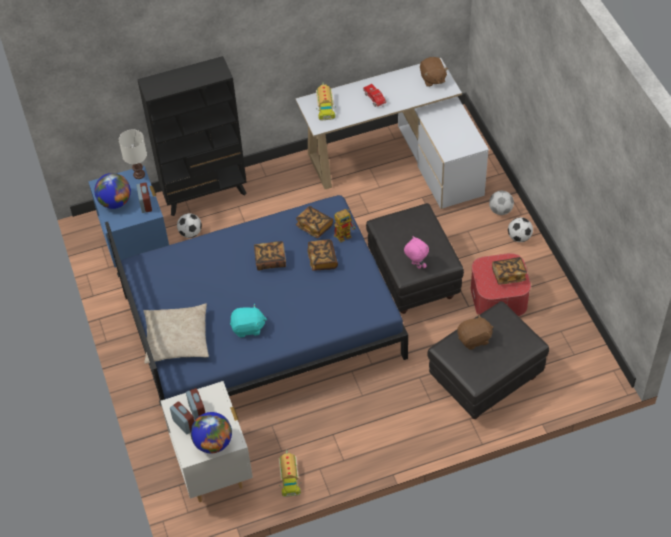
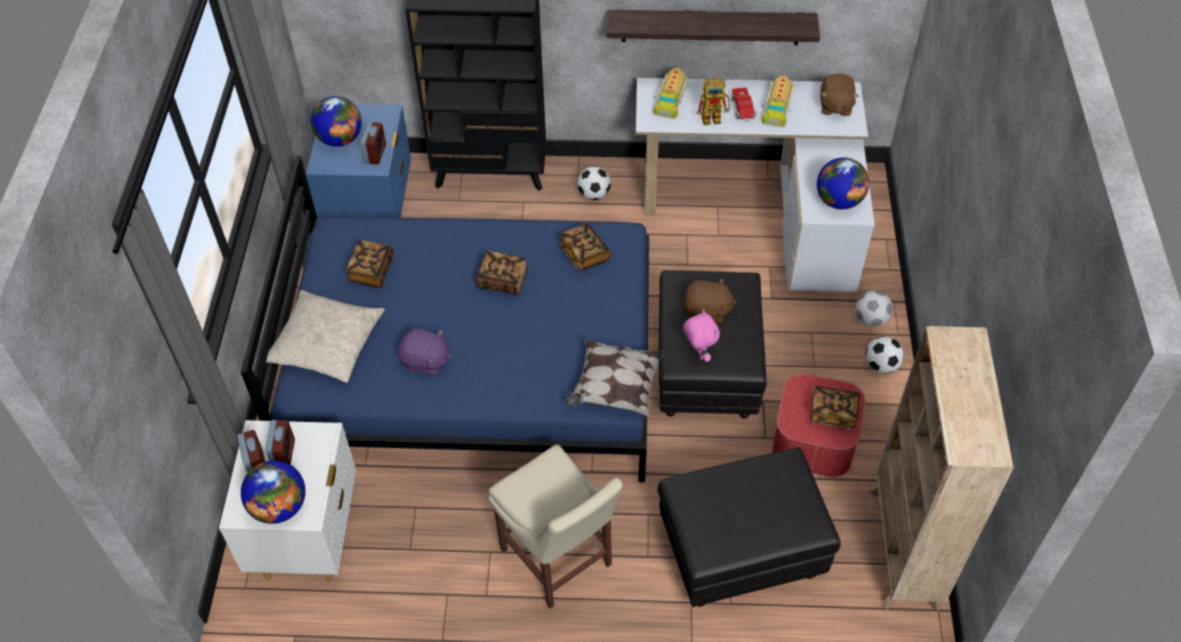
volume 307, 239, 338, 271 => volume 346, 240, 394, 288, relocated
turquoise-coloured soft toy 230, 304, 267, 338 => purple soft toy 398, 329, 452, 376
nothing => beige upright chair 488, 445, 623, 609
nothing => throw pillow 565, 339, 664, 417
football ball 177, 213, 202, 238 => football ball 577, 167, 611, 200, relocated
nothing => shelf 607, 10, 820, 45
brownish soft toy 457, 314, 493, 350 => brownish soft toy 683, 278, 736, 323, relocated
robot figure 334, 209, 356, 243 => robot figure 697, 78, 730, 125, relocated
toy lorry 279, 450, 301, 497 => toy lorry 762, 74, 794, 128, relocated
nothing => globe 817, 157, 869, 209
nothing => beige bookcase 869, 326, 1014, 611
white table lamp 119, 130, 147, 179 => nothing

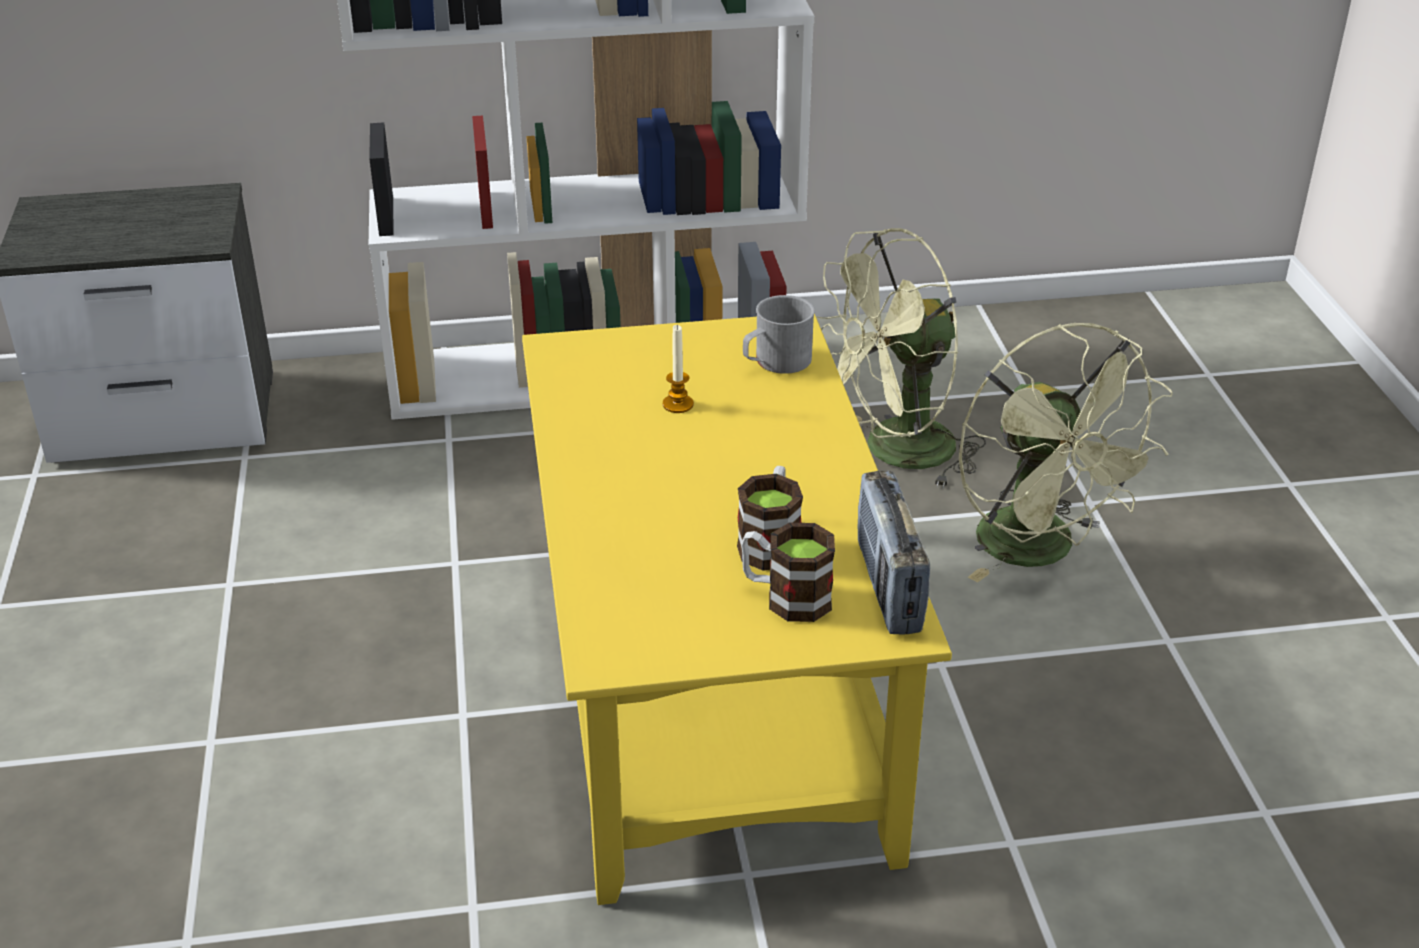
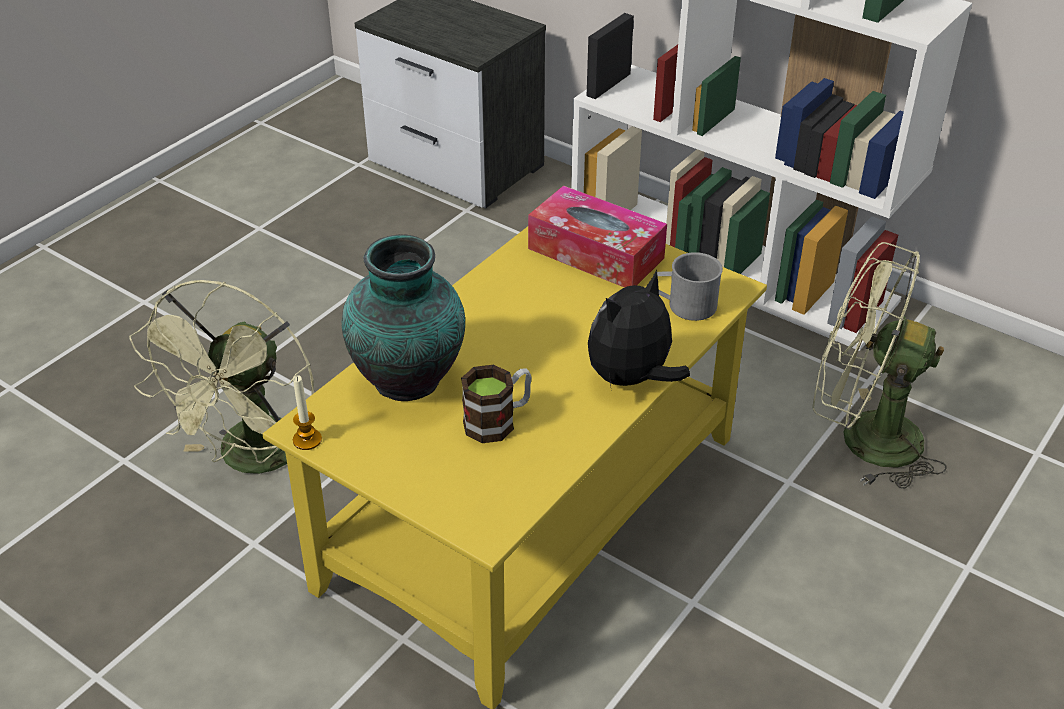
greenish fan 959, 323, 1173, 582 => greenish fan 129, 280, 315, 474, relocated
wax light 663, 324, 694, 413 => wax light 293, 375, 322, 450, relocated
nothing => vase 342, 234, 465, 401
nothing => box of tissues 528, 185, 667, 288
nothing => soft toy 588, 270, 690, 392
tea mug 741, 523, 835, 622 => nothing
radio 858, 470, 930, 634 => nothing

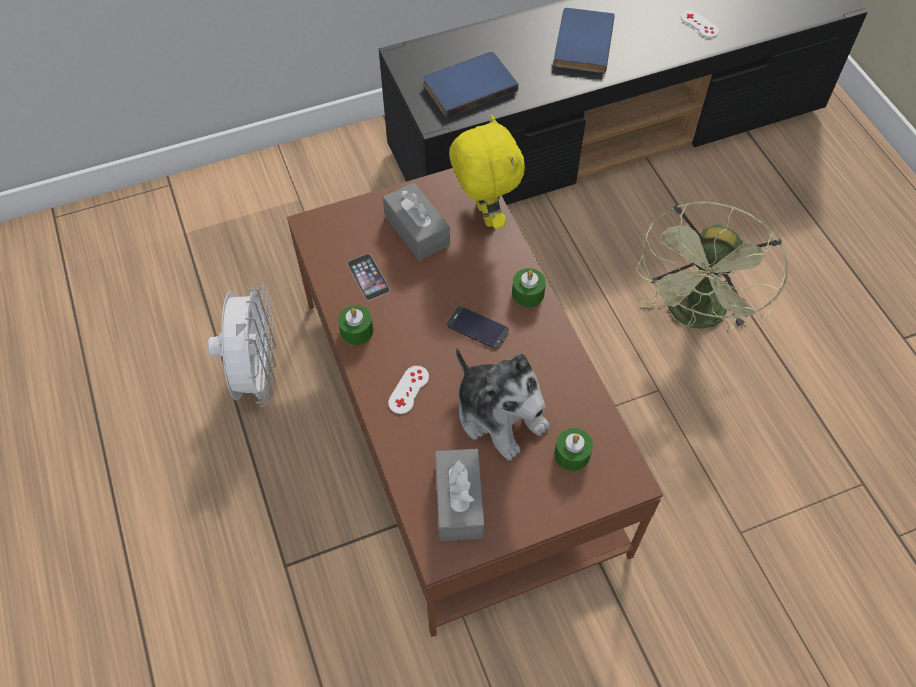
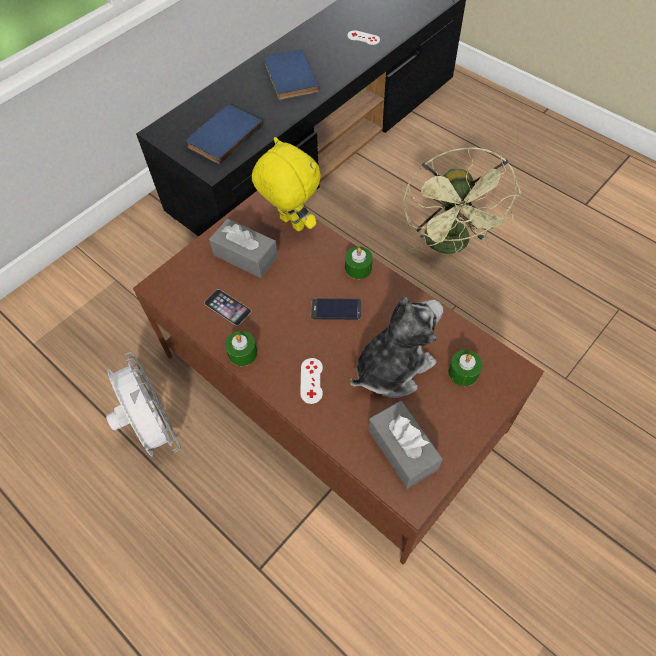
soft toy 456, 347, 550, 461 => soft toy 350, 297, 443, 398, 60 degrees counterclockwise

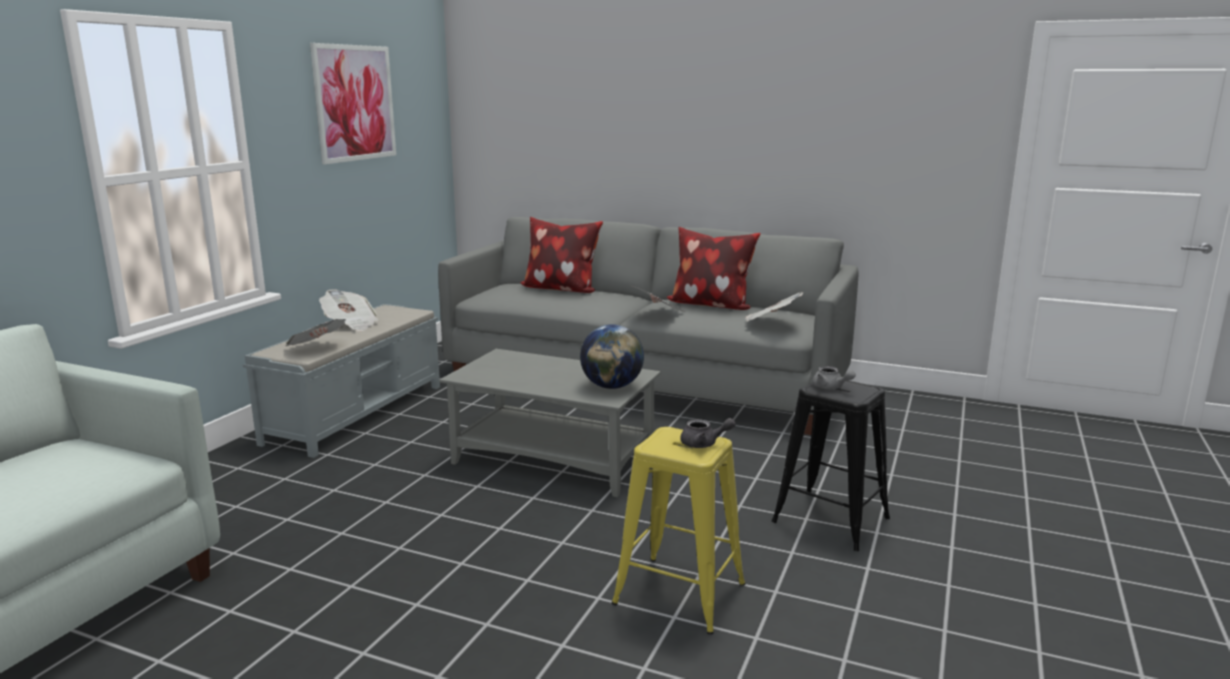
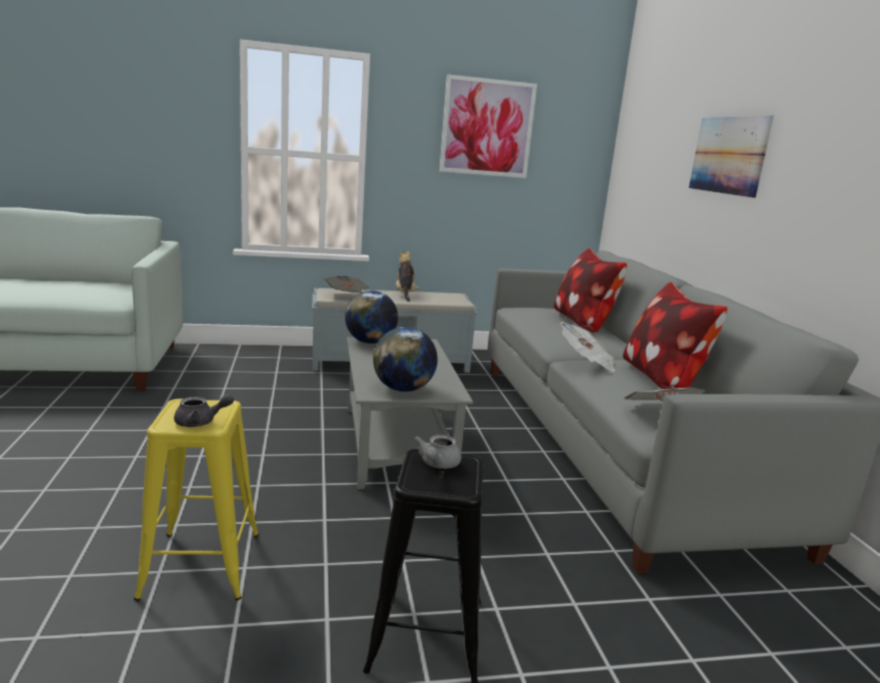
grey pot for tea 680, 418, 736, 448 => grey pot for tea 174, 394, 234, 427, 75 degrees counterclockwise
nothing => globe 345, 290, 398, 344
daily paper 319, 289, 379, 331 => soft toy 396, 251, 420, 302
nothing => picture 689, 115, 774, 198

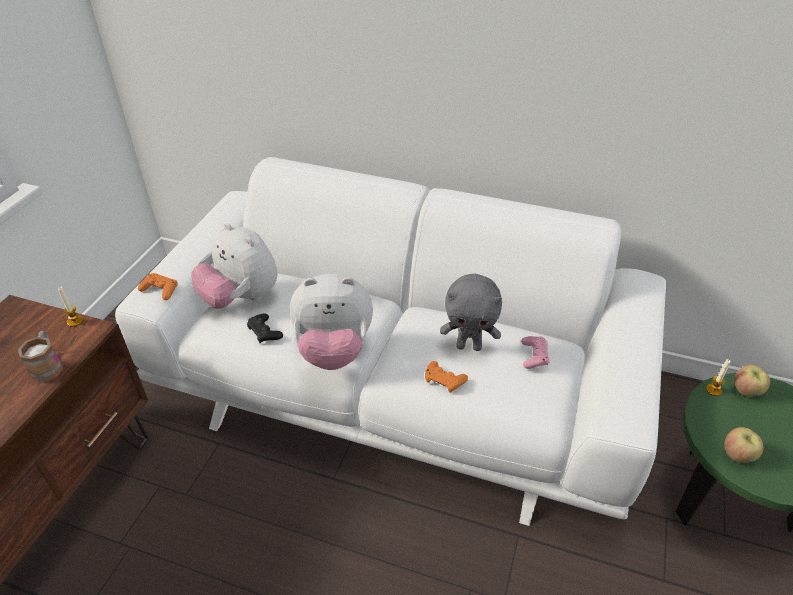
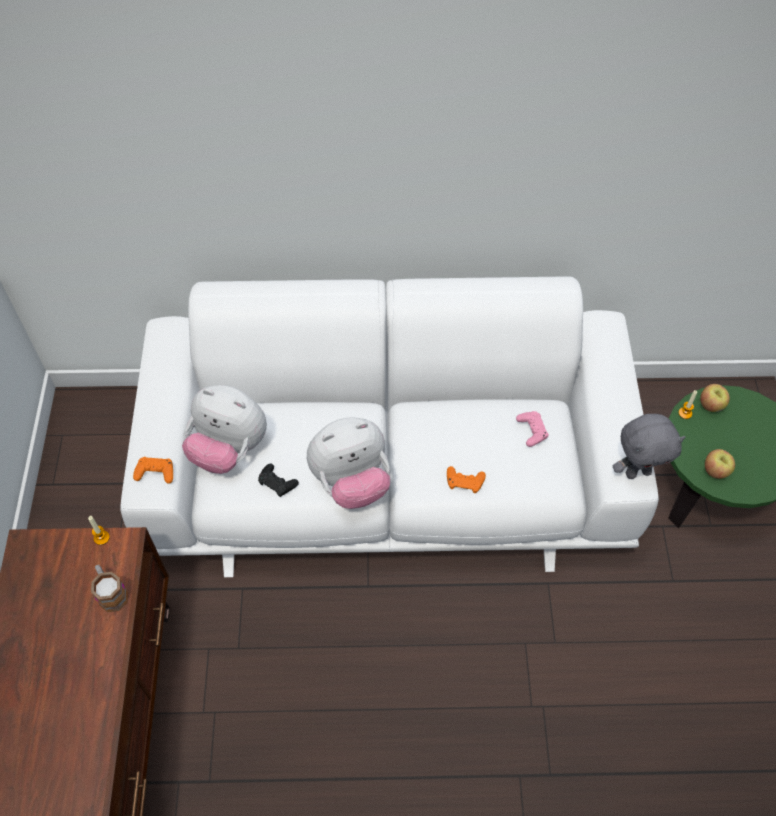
grey soft toy 440, 274, 502, 351 => grey soft toy 613, 414, 686, 479, relocated

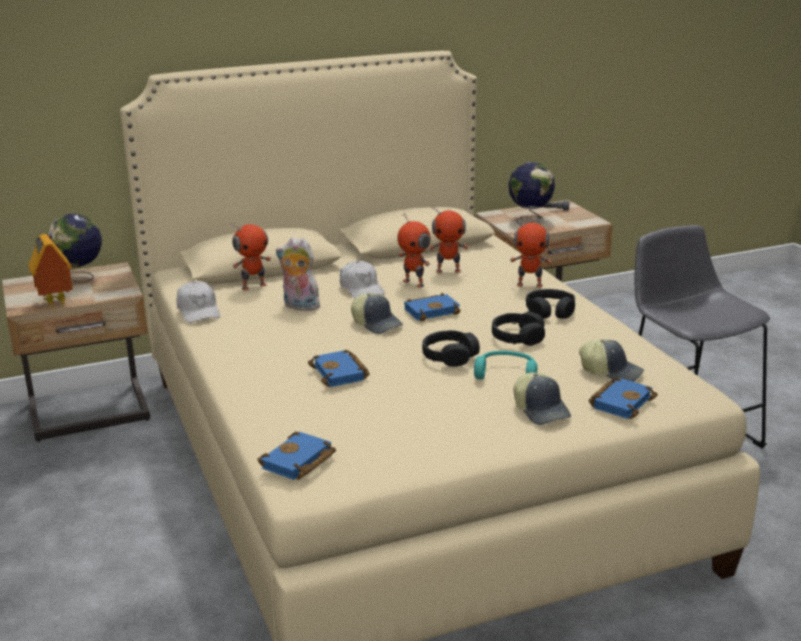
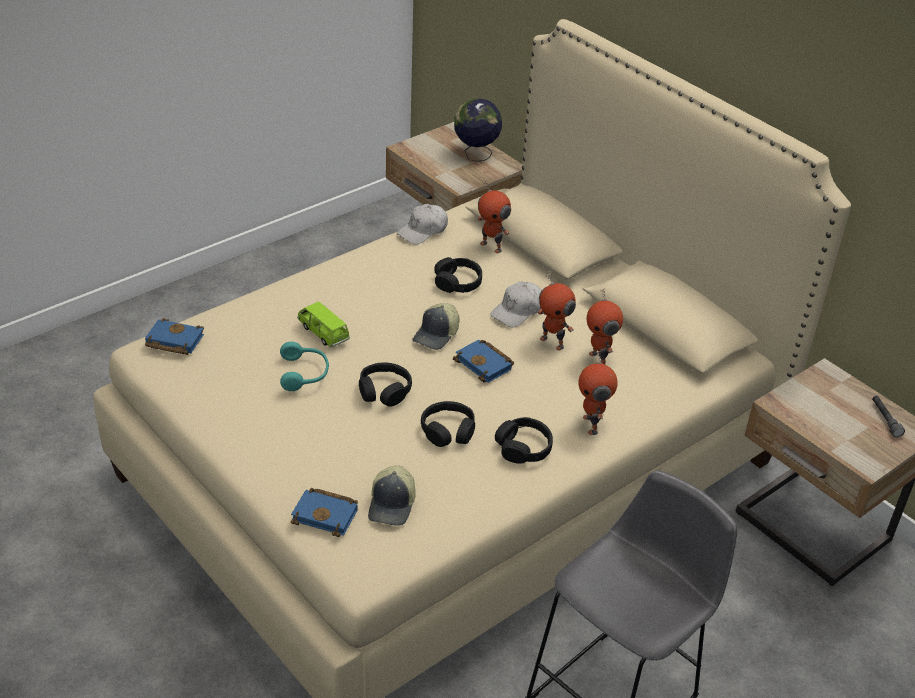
turquoise-coloured pair of headphones 474, 351, 537, 379 => turquoise-coloured pair of headphones 280, 342, 329, 391, relocated
blue volume 308, 350, 370, 387 => greenish model car 297, 301, 350, 347
soft toy 276, 237, 322, 311 => black-coloured pair of headphones 434, 257, 482, 293
robot figure 397, 213, 431, 288 => robot figure 537, 274, 576, 351, 75 degrees counterclockwise
miniature house 28, 234, 73, 308 => nothing
globe 509, 162, 555, 225 => nothing
baseball cap 513, 372, 571, 425 => nothing

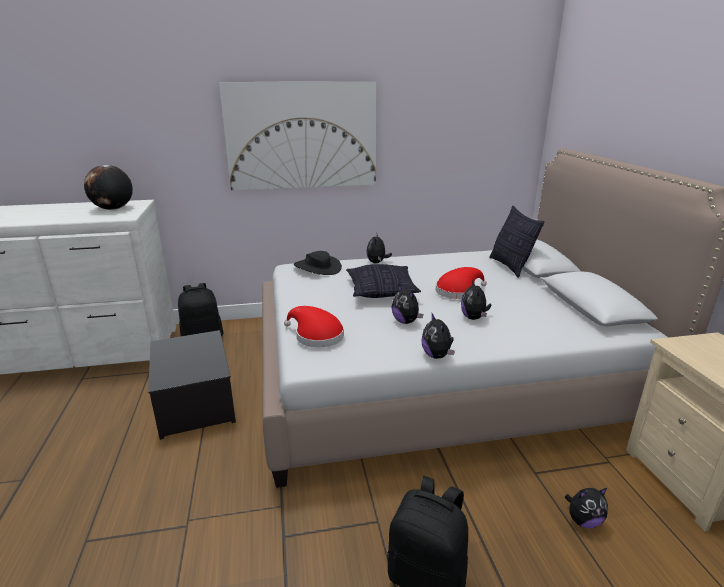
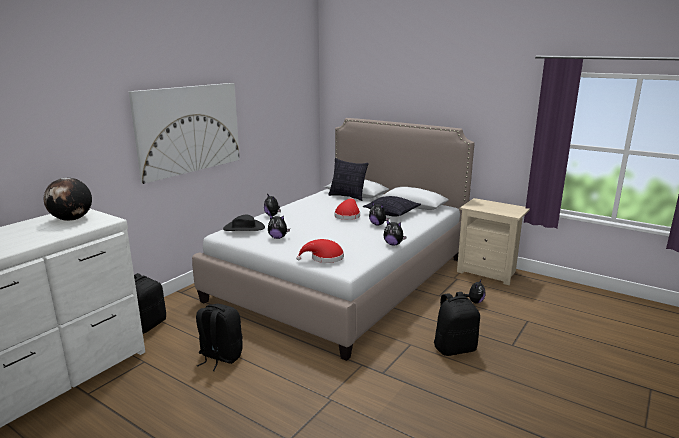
storage bin 148, 330, 236, 440 => black-coloured knapsack 196, 304, 243, 371
soft toy 392, 284, 423, 324 => soft toy 268, 215, 290, 239, relocated
throw pillow 346, 264, 421, 298 => throw pillow 363, 196, 421, 216, relocated

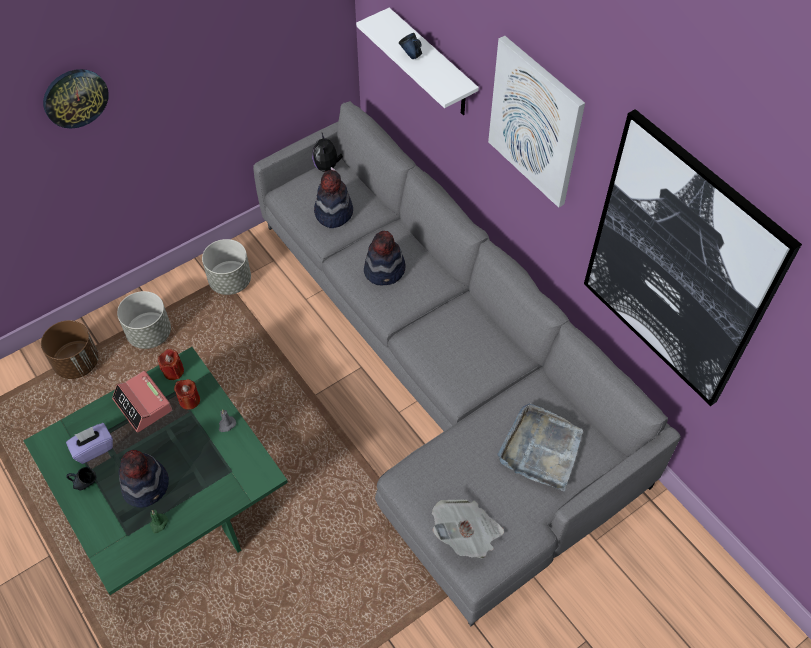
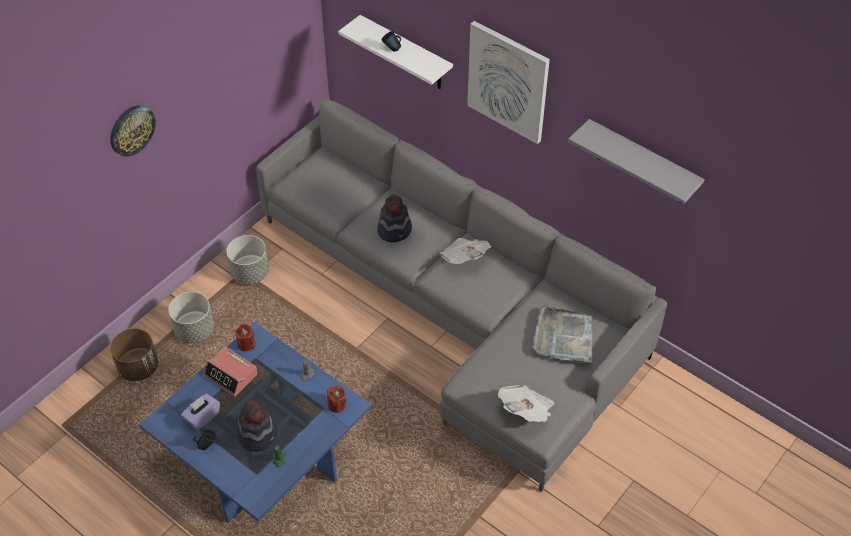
greenish low table 23, 347, 288, 595 => blue low table 139, 322, 372, 523
red wax light 174, 379, 200, 410 => red wax light 327, 385, 346, 413, relocated
nothing => daily paper 439, 238, 491, 264
picture 584, 109, 802, 406 => grey shelf 568, 119, 705, 204
soft toy 312, 133, 343, 172 => nothing
wearable hat 314, 170, 353, 228 => nothing

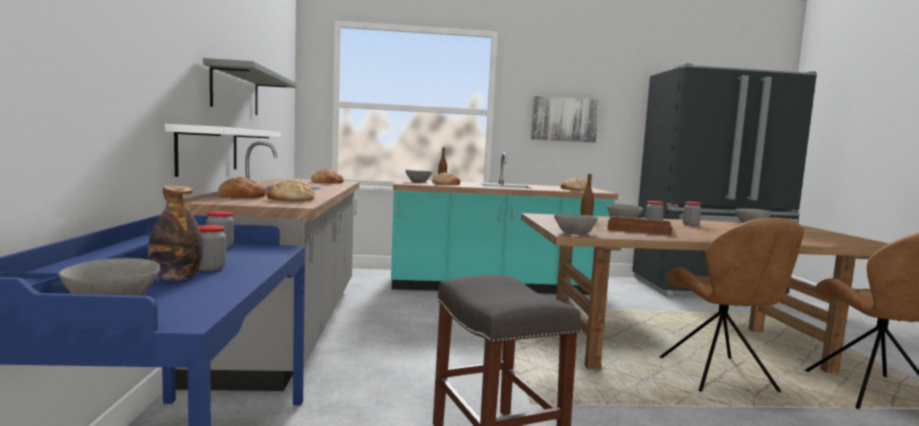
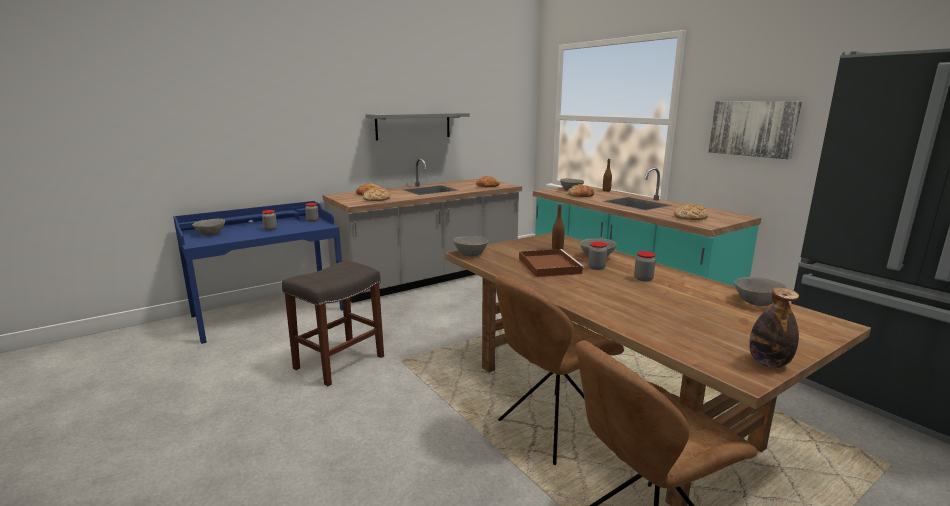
beverage bottle 148, 185, 203, 281 => beverage bottle 749, 287, 799, 368, relocated
white shelf 165, 124, 281, 177 => nothing

